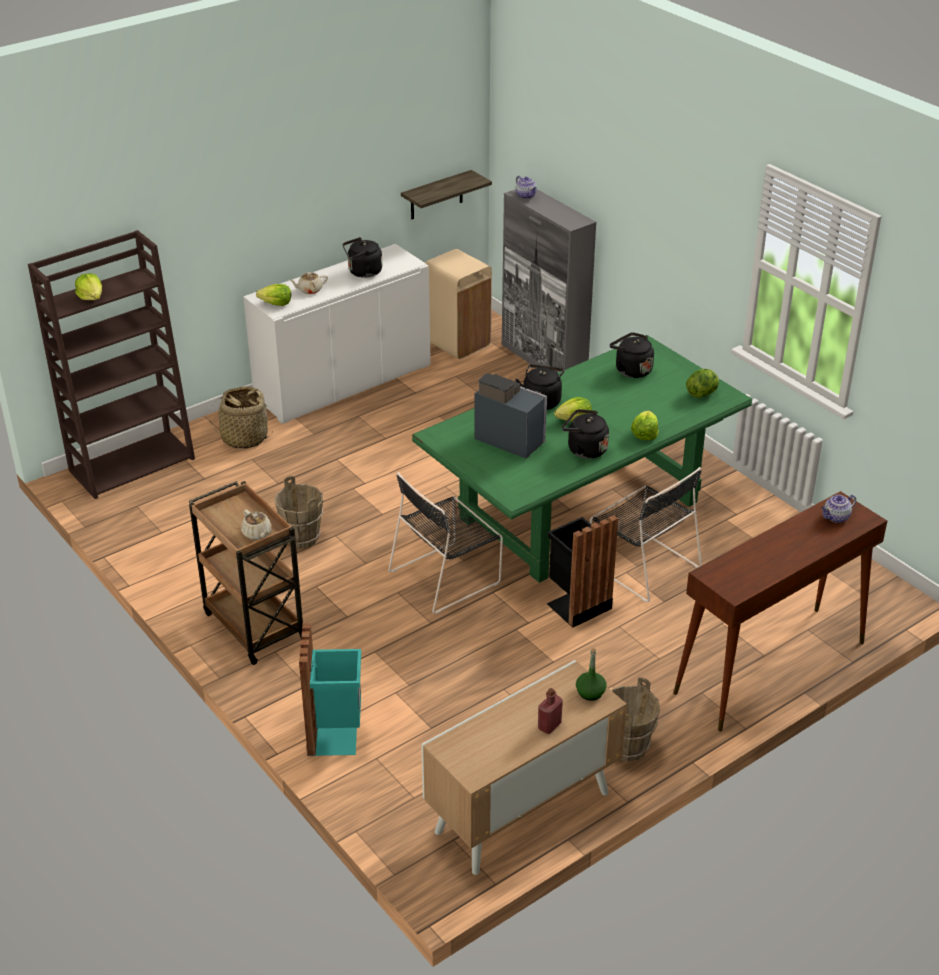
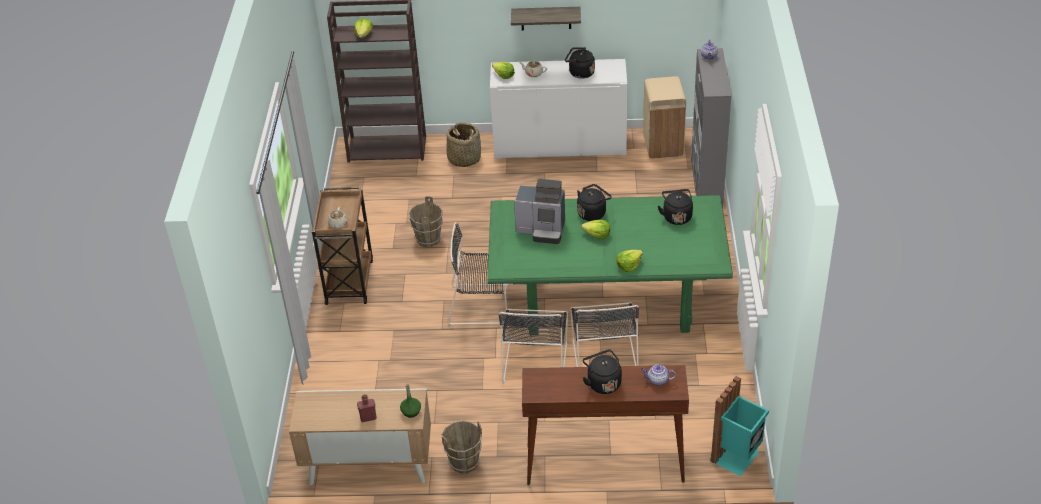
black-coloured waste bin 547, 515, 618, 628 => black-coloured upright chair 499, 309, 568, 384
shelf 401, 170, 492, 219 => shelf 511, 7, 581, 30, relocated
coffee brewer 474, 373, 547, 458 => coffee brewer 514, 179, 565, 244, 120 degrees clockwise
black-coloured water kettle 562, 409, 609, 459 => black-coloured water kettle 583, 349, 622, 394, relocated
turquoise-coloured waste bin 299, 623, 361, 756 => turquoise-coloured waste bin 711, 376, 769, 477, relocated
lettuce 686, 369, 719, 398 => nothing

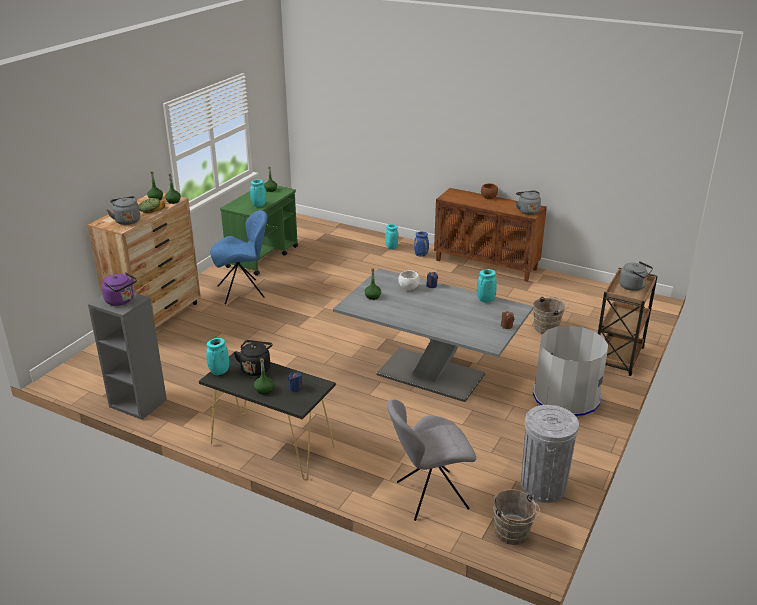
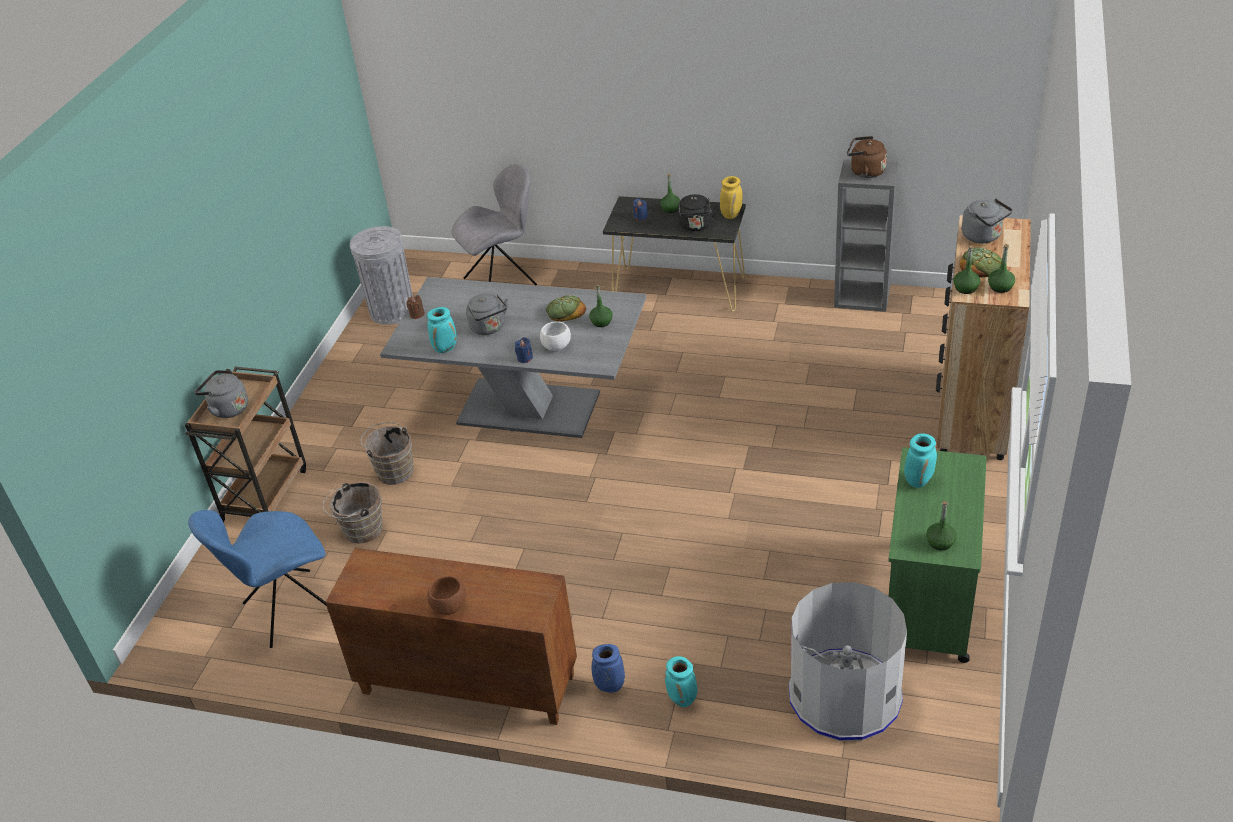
blue upright chair 210, 210, 268, 305 => blue upright chair 188, 510, 326, 648, relocated
brownish bucket 493, 489, 540, 545 => brownish bucket 361, 422, 413, 485, relocated
grey water kettle 516, 191, 541, 215 => grey water kettle 466, 294, 508, 335, relocated
nothing => baked bread 546, 295, 586, 321
turquoise-coloured vase 206, 338, 230, 375 => yellow-coloured vase 720, 176, 743, 219
grey waste bin 533, 326, 608, 417 => grey waste bin 789, 582, 907, 741, relocated
purple water kettle 102, 272, 137, 306 => brownish water kettle 847, 136, 887, 178

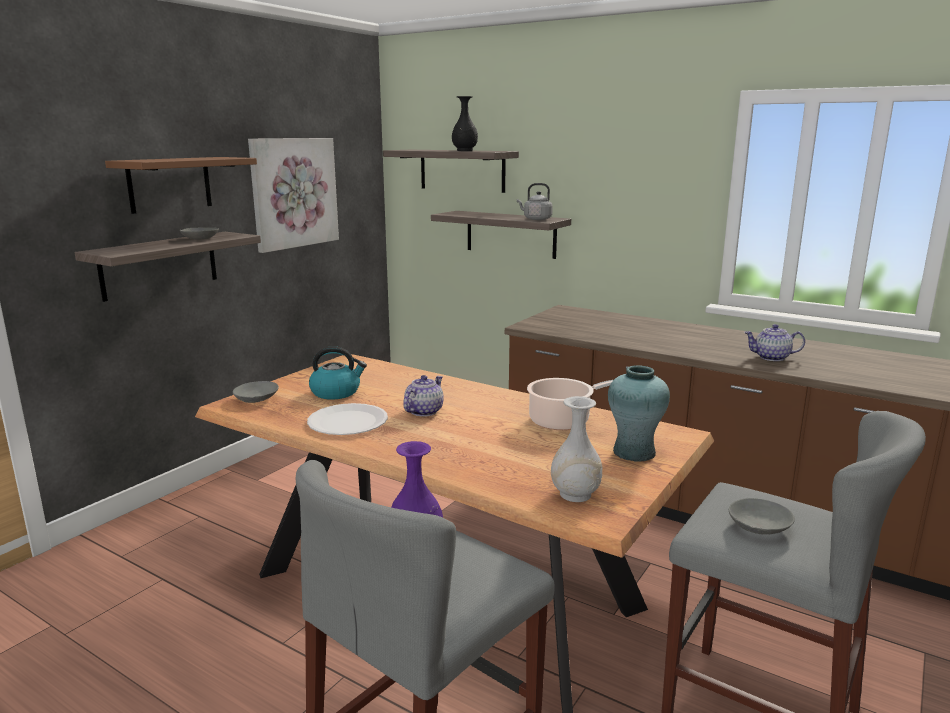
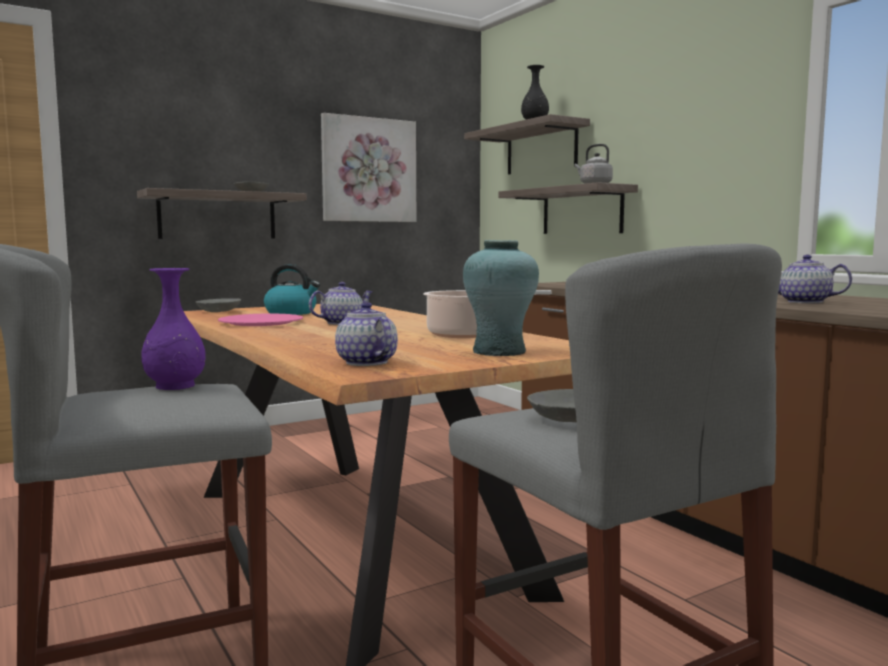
white dinner plate 307, 403, 388, 435 => pinkish dinner plate 218, 313, 303, 326
white vase 551, 396, 602, 502 => pot for tea 335, 302, 398, 366
brownish shelf 105, 157, 257, 214 => nothing

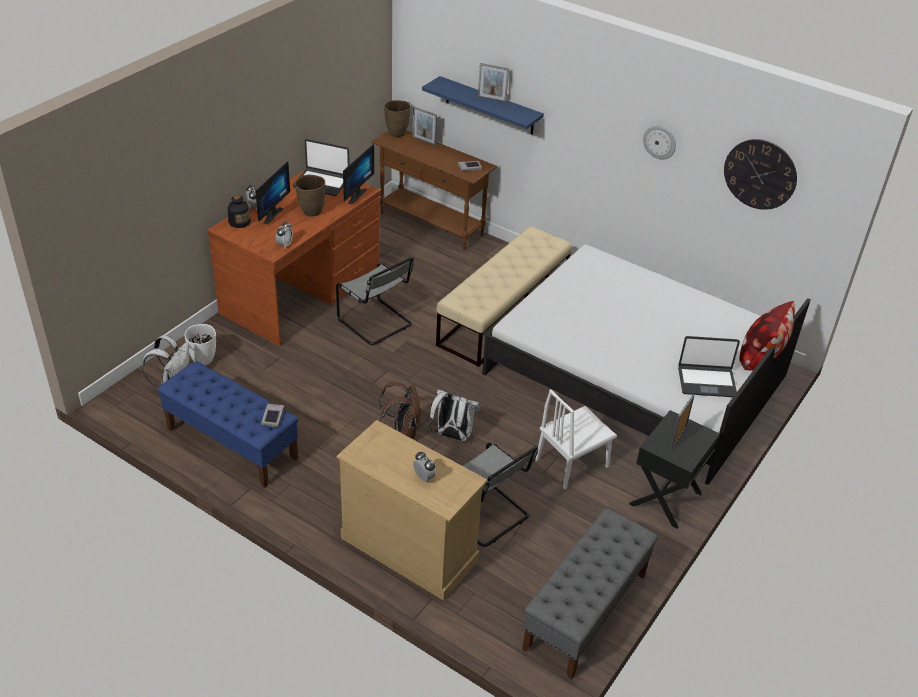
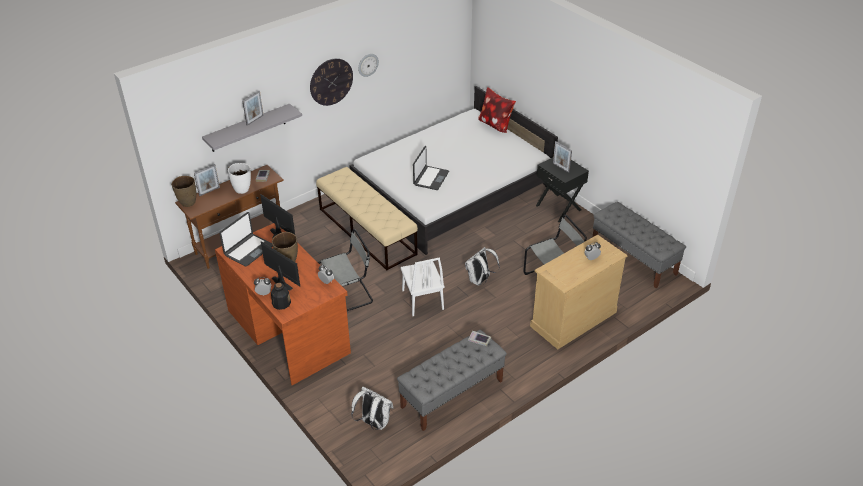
blue shelf 422, 76, 544, 135 => grey shelf 202, 104, 302, 152
white vase 185, 324, 216, 365 => white vase 228, 163, 251, 194, relocated
hanging clock 724, 139, 797, 210 => hanging clock 310, 58, 353, 106, relocated
blue indoor bench 157, 361, 298, 488 => grey indoor bench 397, 330, 507, 431
white upright chair 535, 389, 617, 489 => white upright chair 400, 257, 445, 316, relocated
laptop 678, 336, 740, 397 => laptop 413, 146, 449, 190, relocated
brownish knapsack 379, 381, 421, 440 => nothing

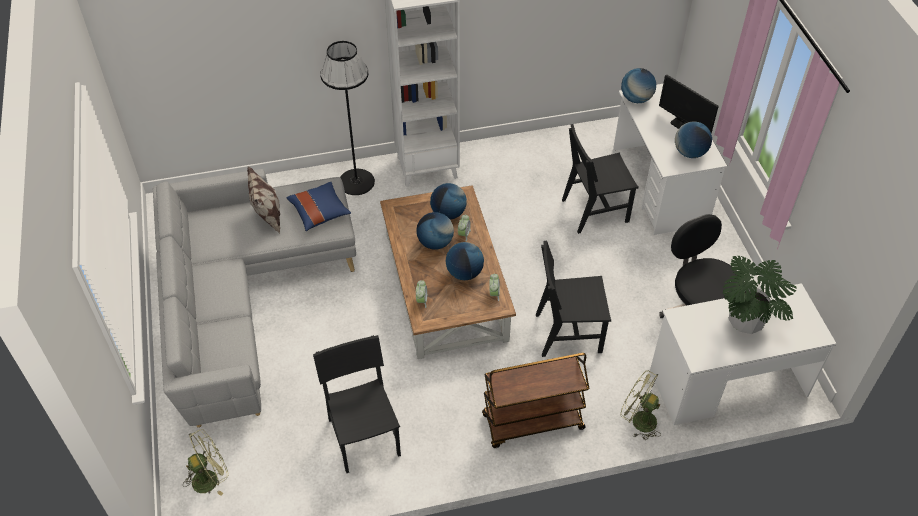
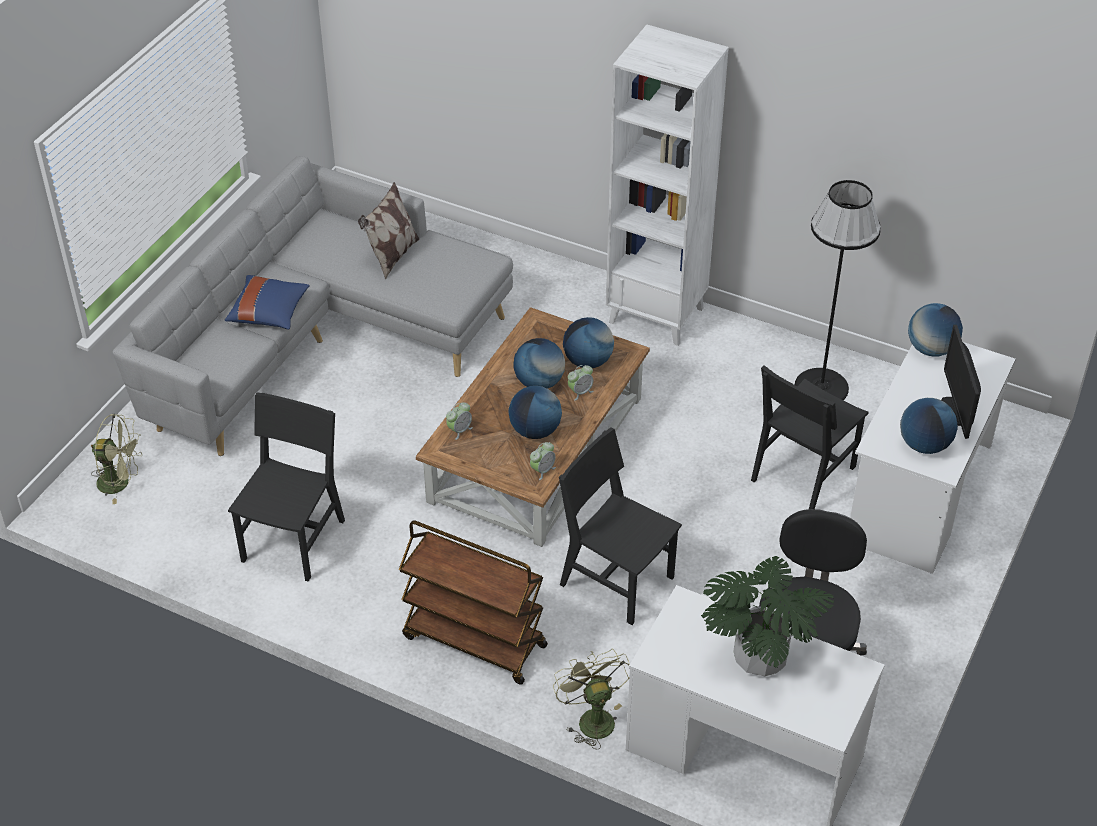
blue throw pillow 287, 182, 351, 231 => blue throw pillow 225, 275, 309, 330, relocated
black-coloured upright chair 562, 124, 639, 234 => black-coloured upright chair 751, 365, 869, 509, 75 degrees counterclockwise
black-coloured standard lamp 320, 41, 375, 195 => black-coloured standard lamp 795, 180, 881, 400, relocated

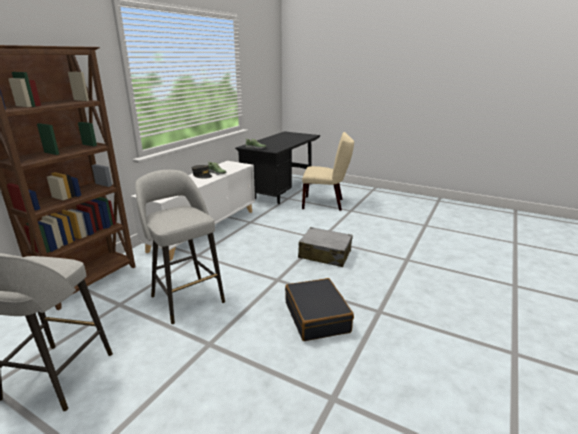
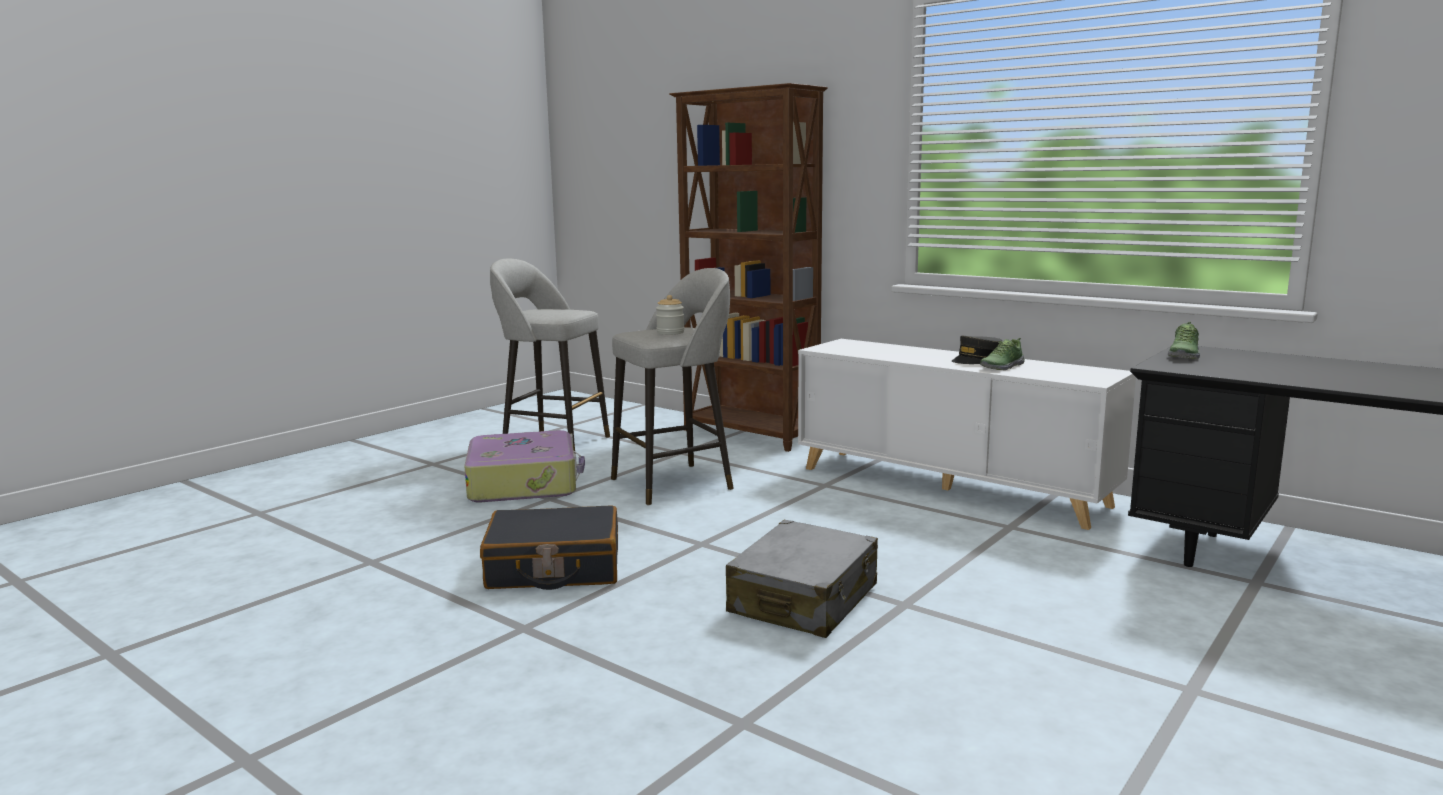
nothing => piece of luggage 464, 430, 585, 502
nothing => preserve jar 656, 295, 684, 335
beige upright chair 302, 132, 354, 211 => nothing

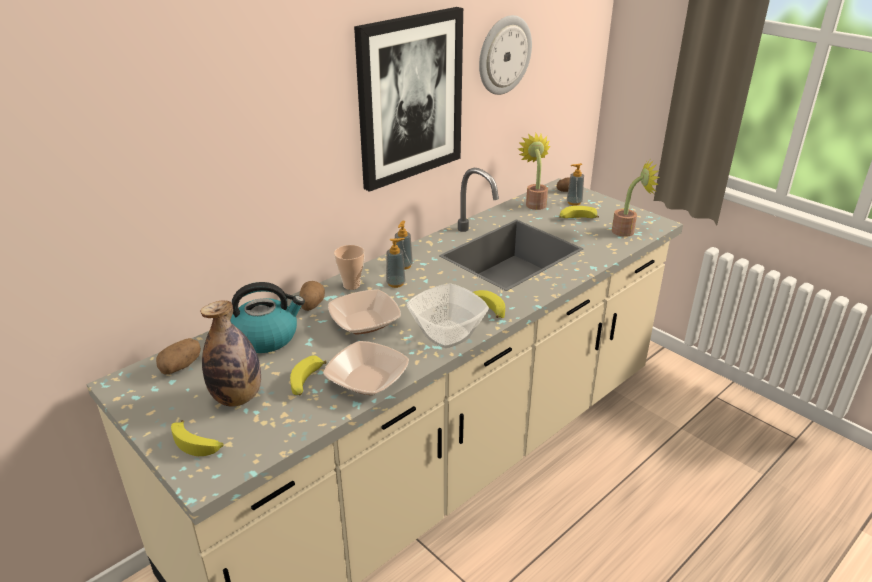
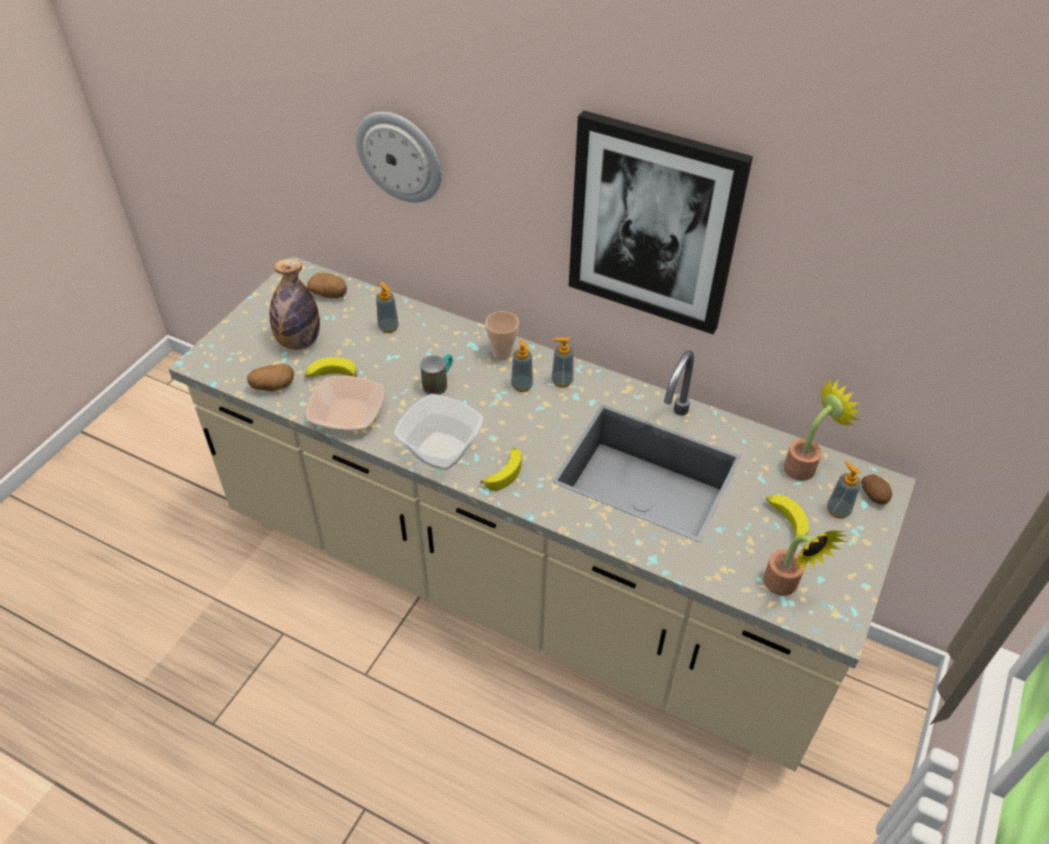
whole potato 300, 281, 325, 311 => whole potato 247, 364, 294, 391, relocated
hanging clock 479, 15, 532, 95 => hanging clock 356, 112, 442, 203, relocated
water kettle 230, 282, 305, 353 => liquid soap bottle 376, 282, 399, 333
deep dish 328, 289, 401, 334 => tea mug 420, 354, 453, 395
banana 171, 420, 224, 456 => nothing

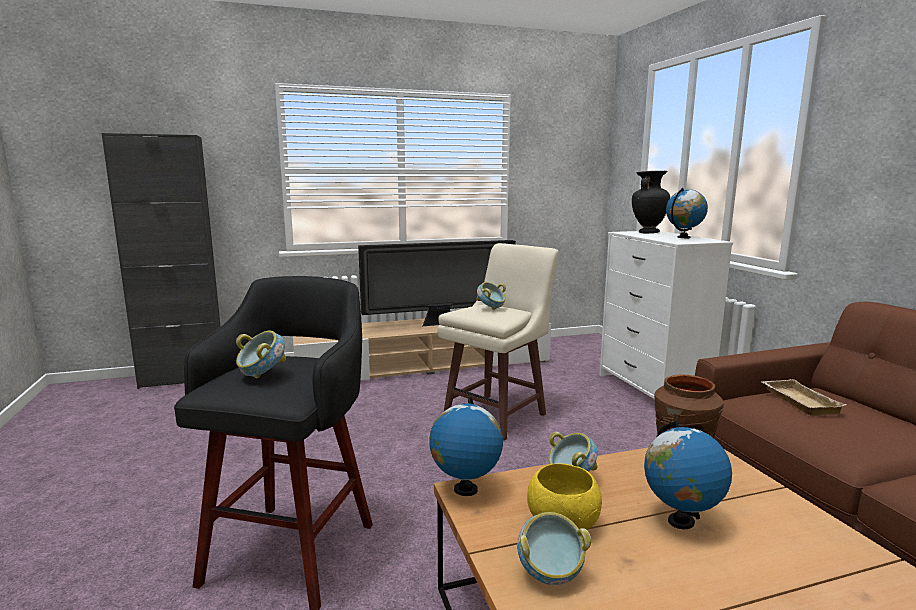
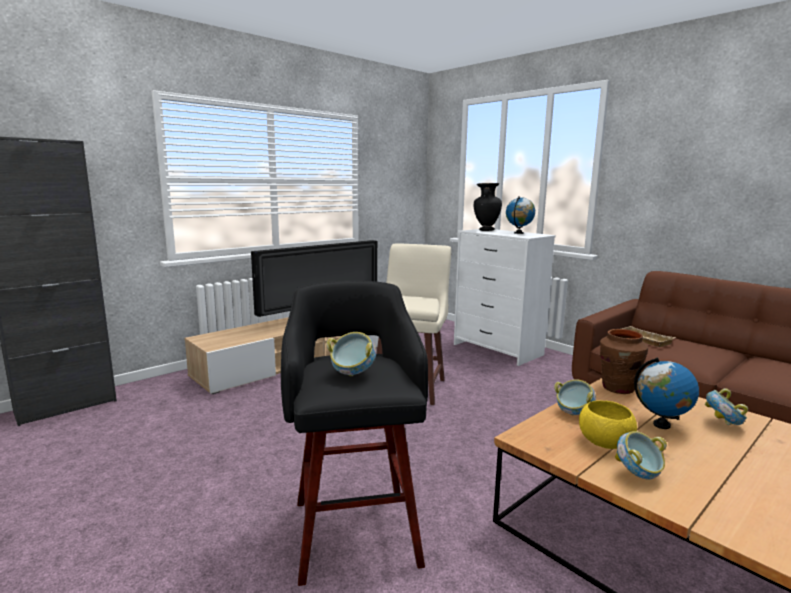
deep dish 476, 282, 506, 310 => deep dish 705, 388, 748, 425, relocated
globe 429, 397, 503, 496 => nothing

